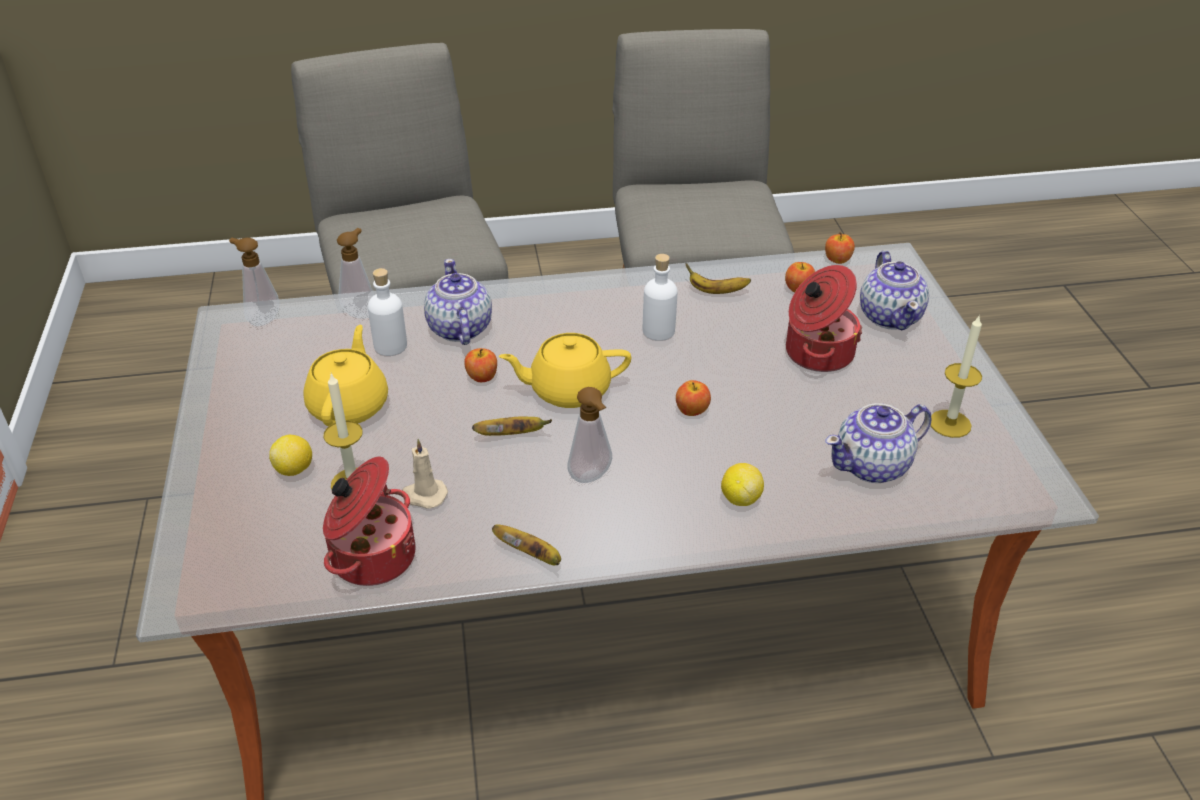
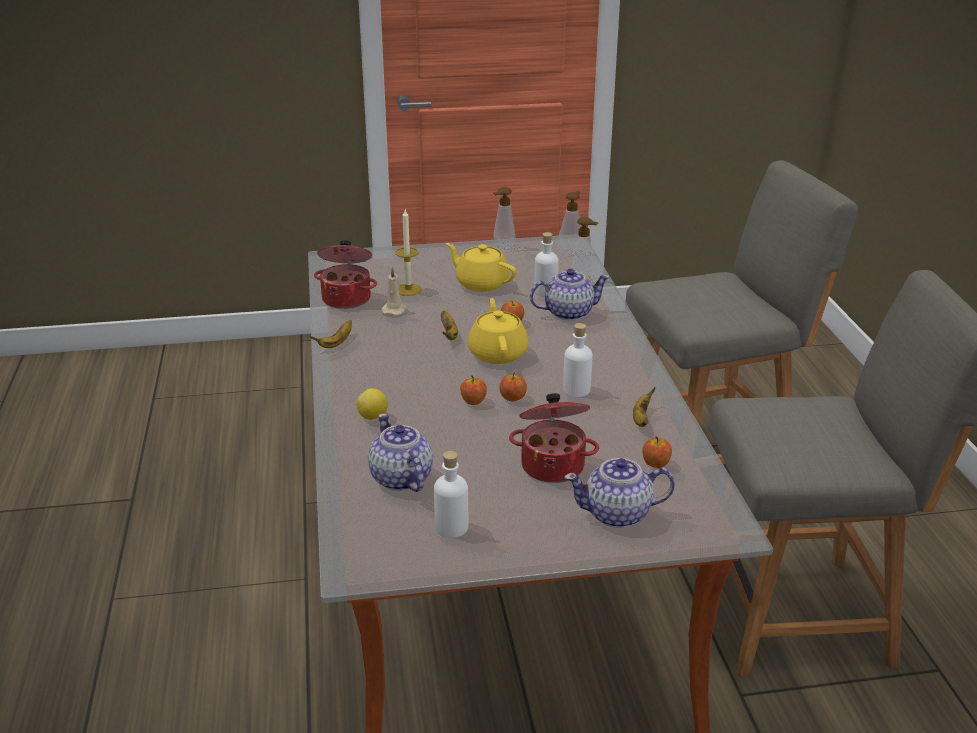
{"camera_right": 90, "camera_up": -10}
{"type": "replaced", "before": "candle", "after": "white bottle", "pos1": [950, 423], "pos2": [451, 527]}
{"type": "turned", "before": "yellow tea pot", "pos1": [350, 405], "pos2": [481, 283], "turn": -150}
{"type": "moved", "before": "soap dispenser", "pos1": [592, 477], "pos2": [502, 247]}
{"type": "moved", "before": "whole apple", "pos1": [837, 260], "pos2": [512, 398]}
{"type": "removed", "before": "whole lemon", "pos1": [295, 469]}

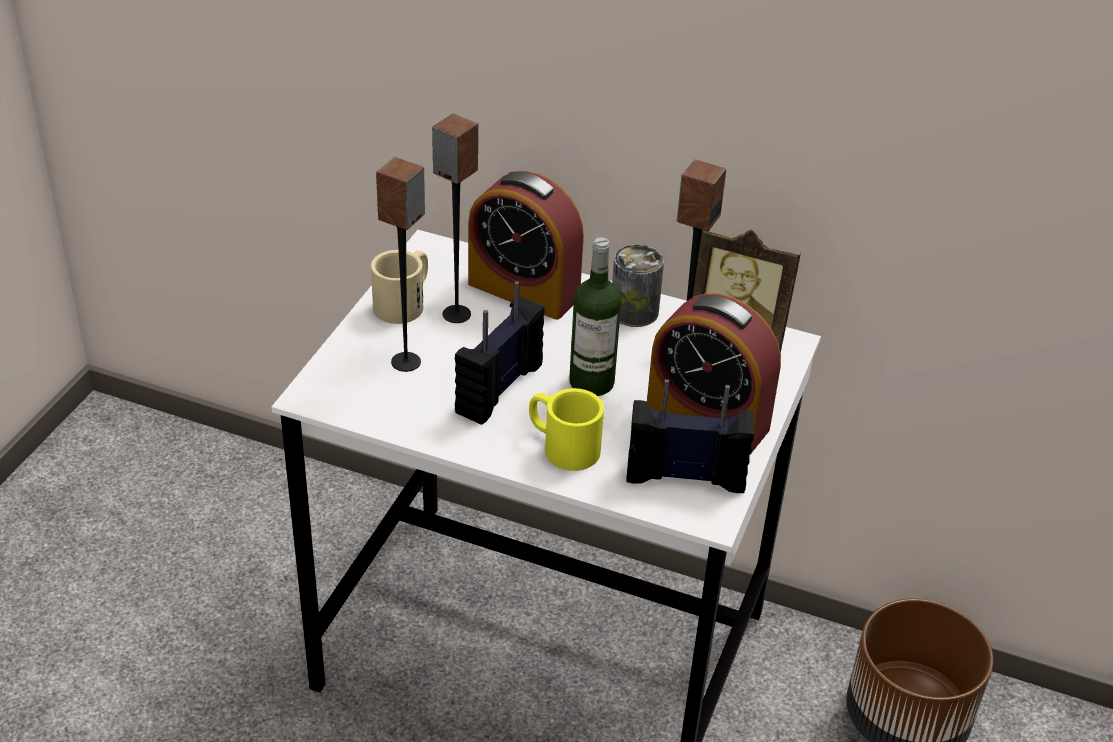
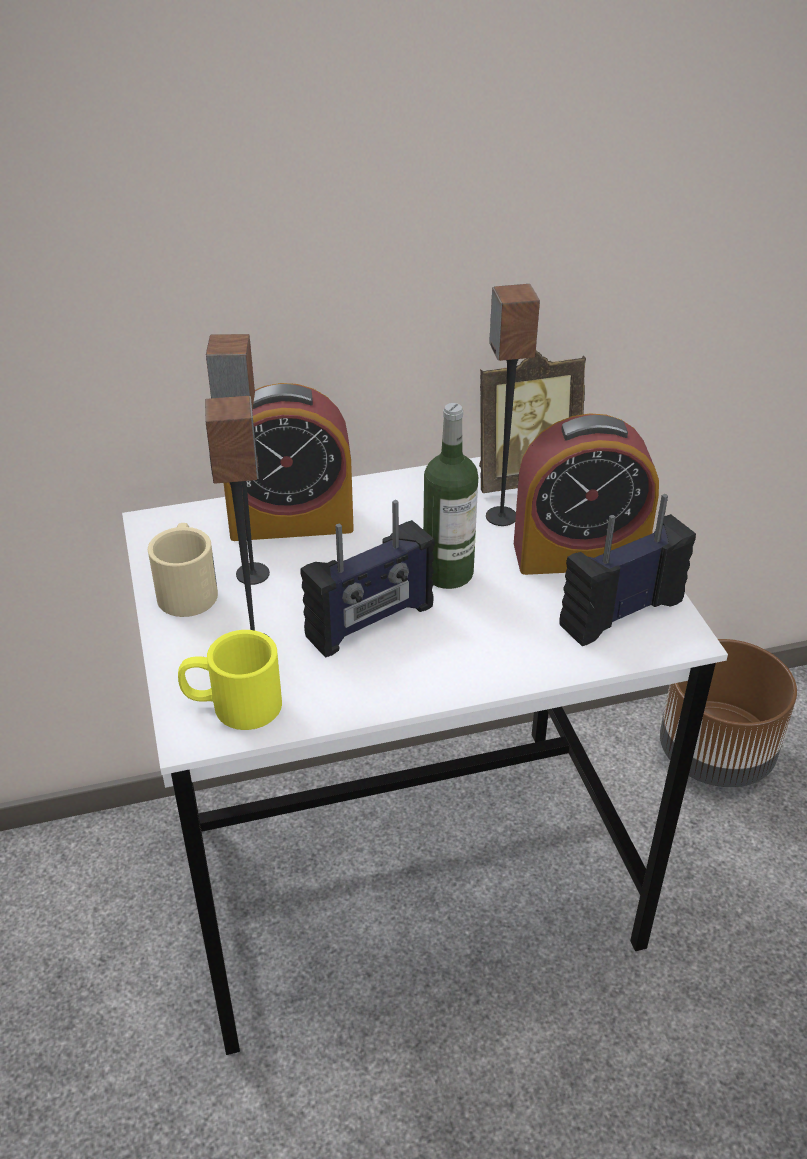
{"camera_right": -35, "camera_up": 0}
{"type": "moved", "before": "yellow tea mug", "pos1": [562, 446], "pos2": [232, 705]}
{"type": "turned", "before": "radio", "pos1": [498, 388], "pos2": [371, 623], "turn": -120}
{"type": "removed", "before": "sealed can", "pos1": [634, 311]}

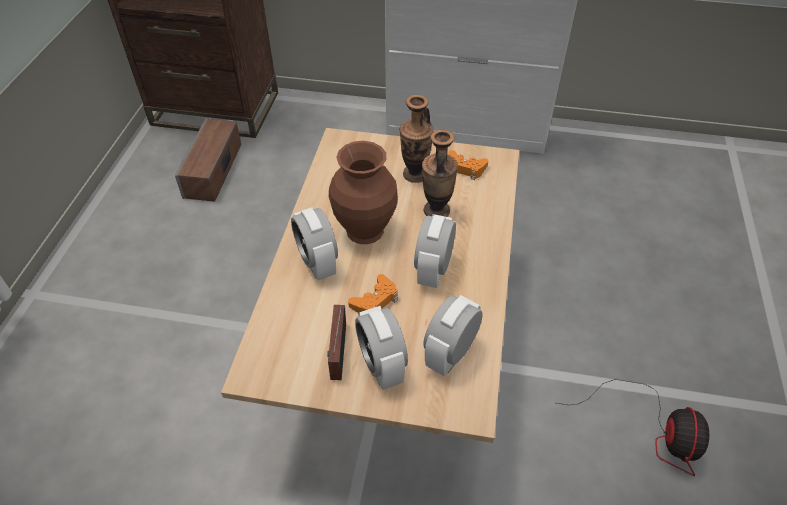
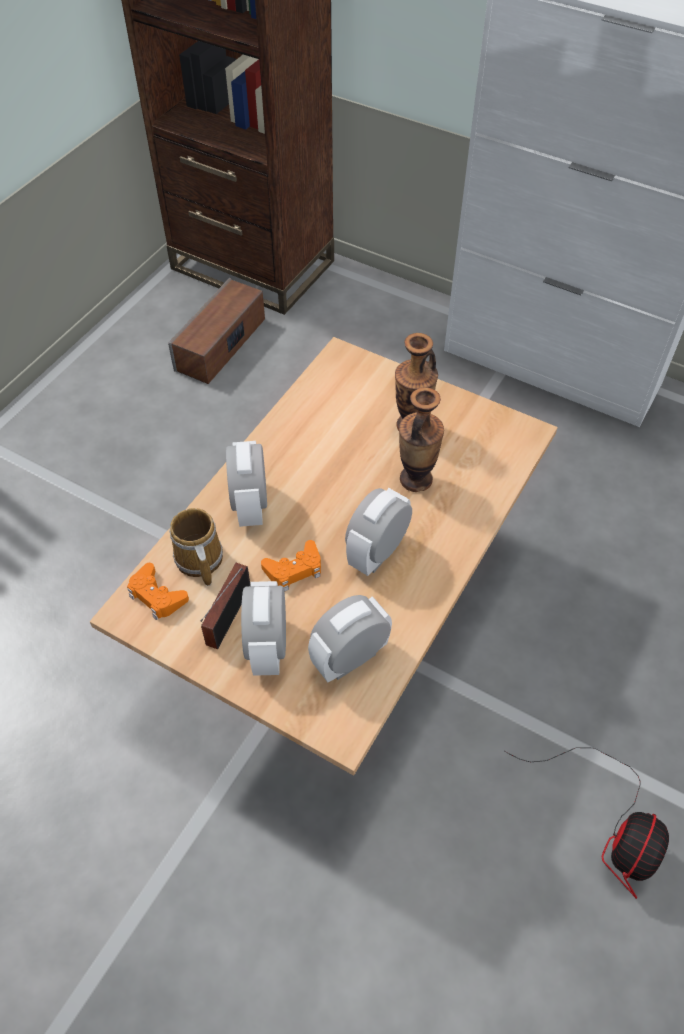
{"camera_right": 20, "camera_up": 5}
{"type": "moved", "before": "orangey game controller", "pos1": [465, 168], "pos2": [157, 596]}
{"type": "added", "after": "tea mug", "pos2": [198, 561]}
{"type": "removed", "before": "brown flower vase", "pos1": [364, 229]}

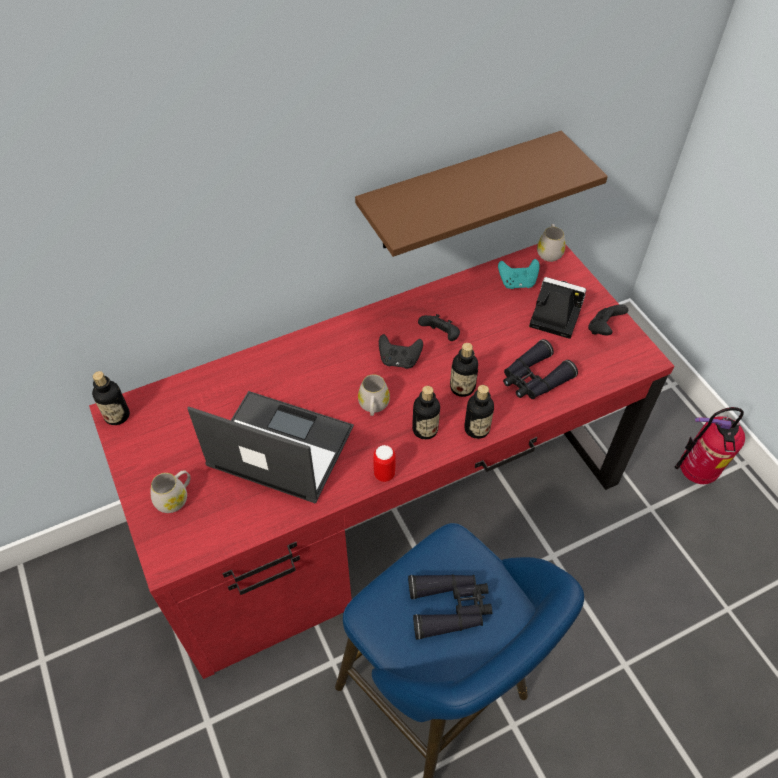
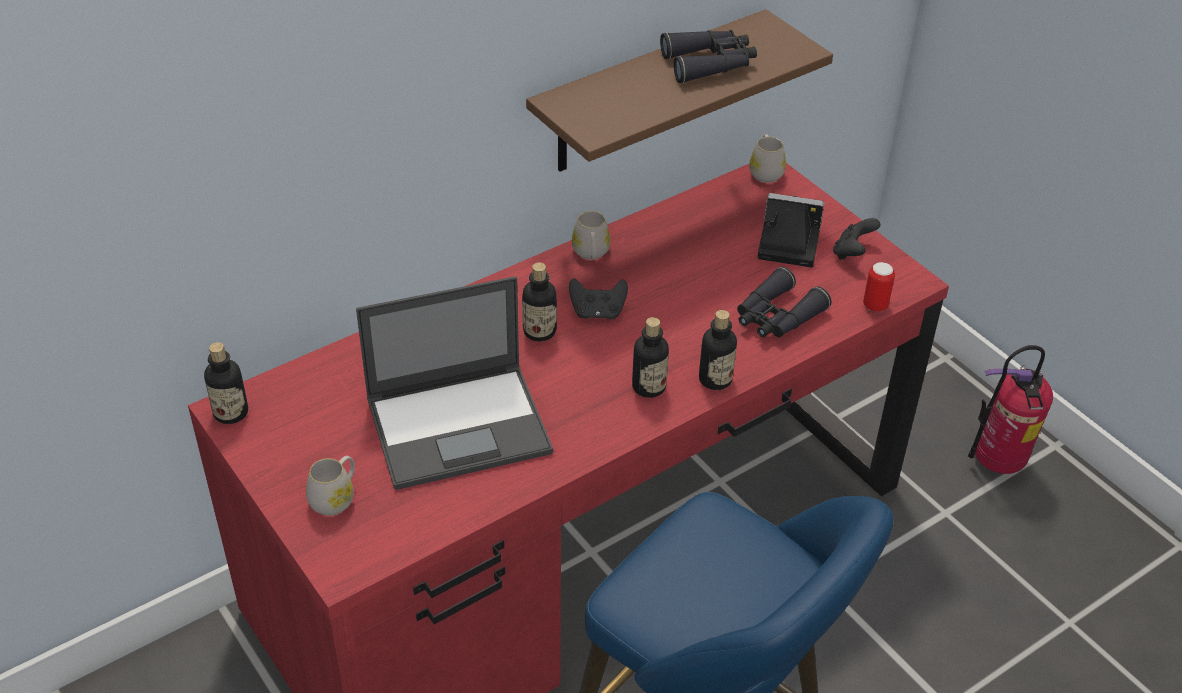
{"camera_right": -10, "camera_up": -10}
{"type": "turned", "before": "notebook computer", "pos1": [279, 446], "pos2": [461, 425], "turn": 150}
{"type": "moved", "before": "bottle", "pos1": [462, 387], "pos2": [539, 331]}
{"type": "moved", "before": "white tea mug", "pos1": [373, 406], "pos2": [591, 254]}
{"type": "moved", "before": "black-coloured binoculars", "pos1": [450, 607], "pos2": [710, 64]}
{"type": "moved", "before": "sealed can", "pos1": [384, 474], "pos2": [875, 306]}
{"type": "removed", "before": "black-coloured game controller", "pos1": [440, 336]}
{"type": "removed", "before": "turquoise-coloured game controller", "pos1": [517, 283]}

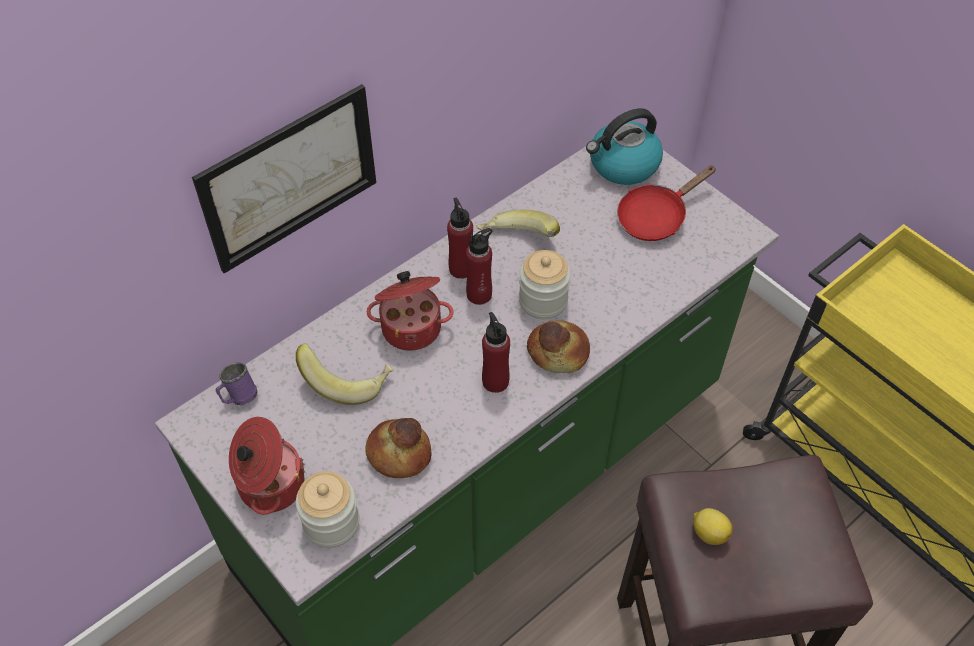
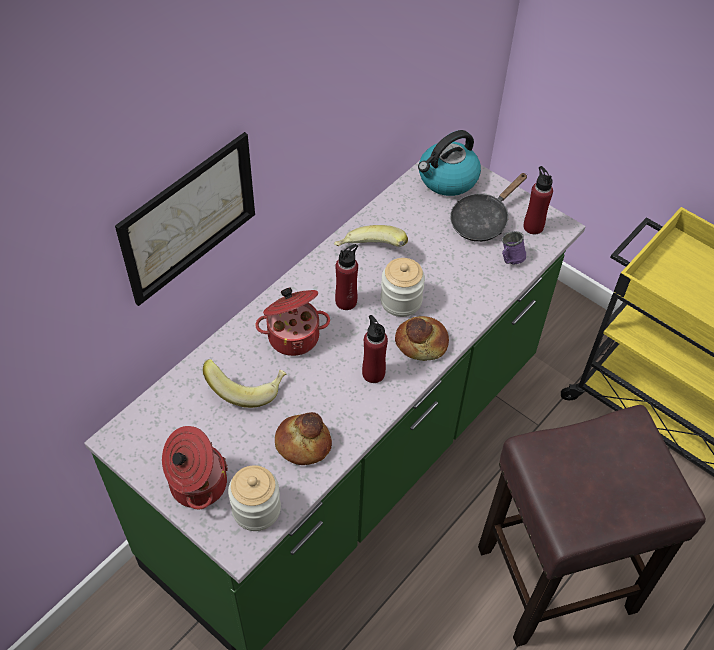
{"camera_right": -10, "camera_up": 0}
{"type": "recoloured", "before": "red-coloured skillet", "after": "black-coloured skillet", "pos1": [656, 217], "pos2": [482, 220]}
{"type": "moved", "before": "purplish tea mug", "pos1": [238, 397], "pos2": [509, 260]}
{"type": "moved", "before": "red-coloured bottle", "pos1": [461, 269], "pos2": [533, 226]}
{"type": "removed", "before": "whole lemon", "pos1": [709, 533]}

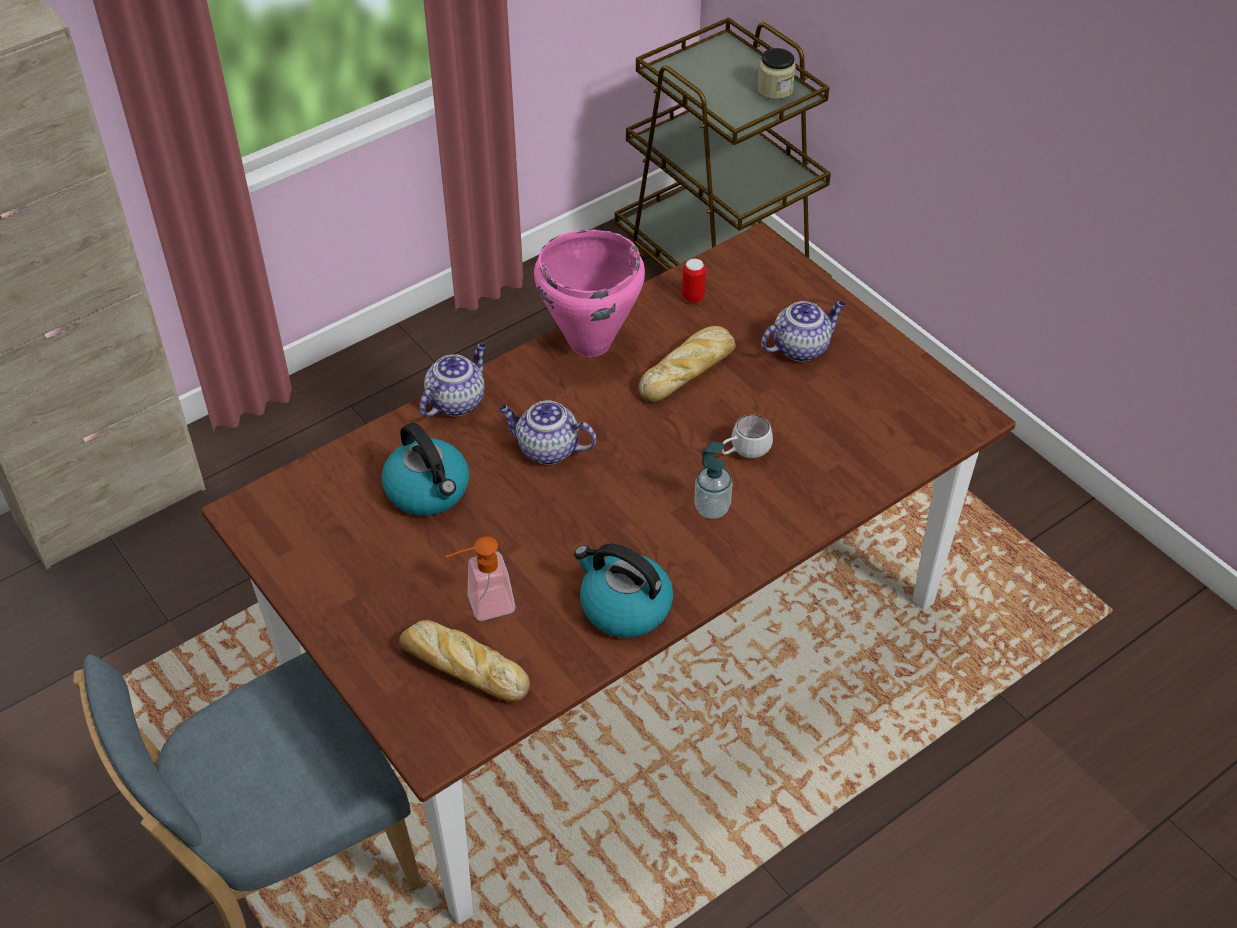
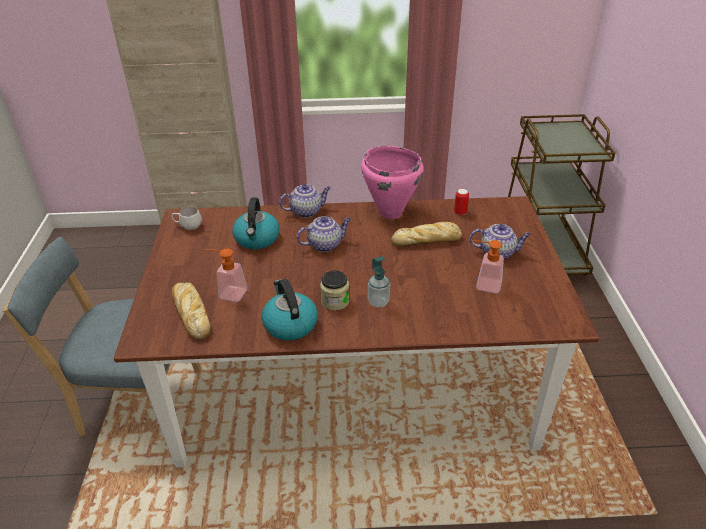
{"camera_right": 35, "camera_up": -10}
{"type": "moved", "before": "white tea mug", "pos1": [744, 452], "pos2": [188, 226]}
{"type": "turned", "before": "tea pot", "pos1": [546, 449], "pos2": [325, 245], "turn": 105}
{"type": "moved", "before": "storage jar", "pos1": [775, 89], "pos2": [335, 301]}
{"type": "added", "after": "soap dispenser", "pos2": [483, 284]}

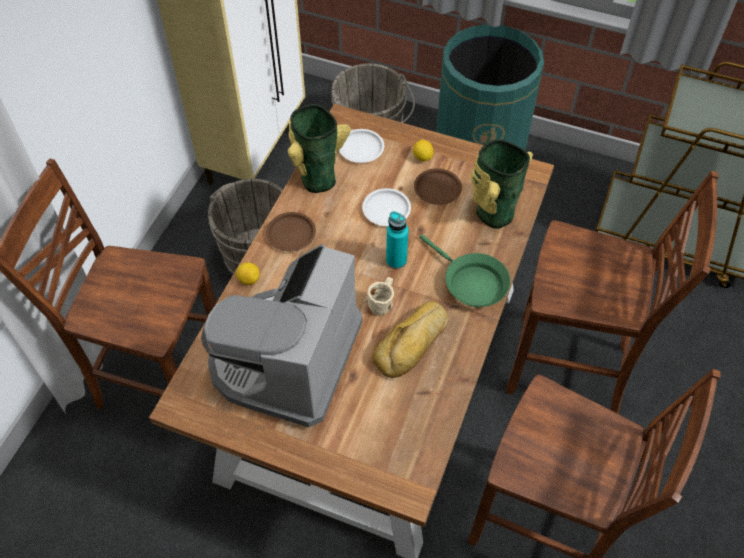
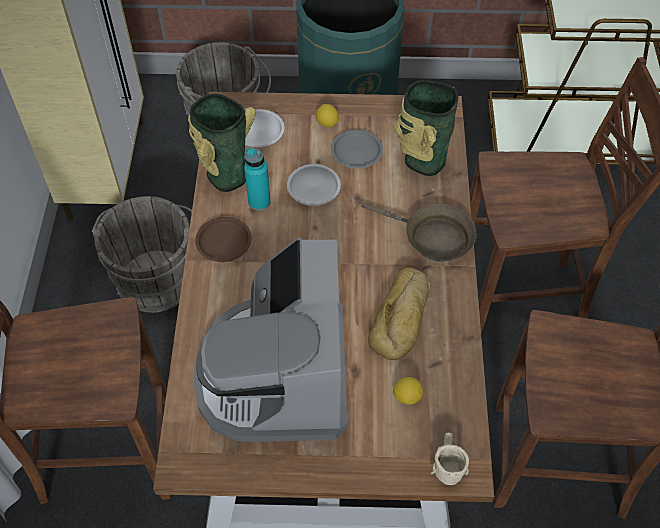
{"camera_right": -20, "camera_up": 0}
{"type": "moved", "before": "turquoise-coloured bottle", "pos1": [396, 260], "pos2": [259, 202]}
{"type": "recoloured", "before": "brown plate", "after": "gray plate", "pos1": [437, 189], "pos2": [357, 152]}
{"type": "recoloured", "before": "green-coloured skillet", "after": "brown skillet", "pos1": [471, 283], "pos2": [432, 238]}
{"type": "moved", "before": "whole lemon", "pos1": [249, 280], "pos2": [407, 396]}
{"type": "moved", "before": "sand-coloured tea mug", "pos1": [381, 300], "pos2": [445, 463]}

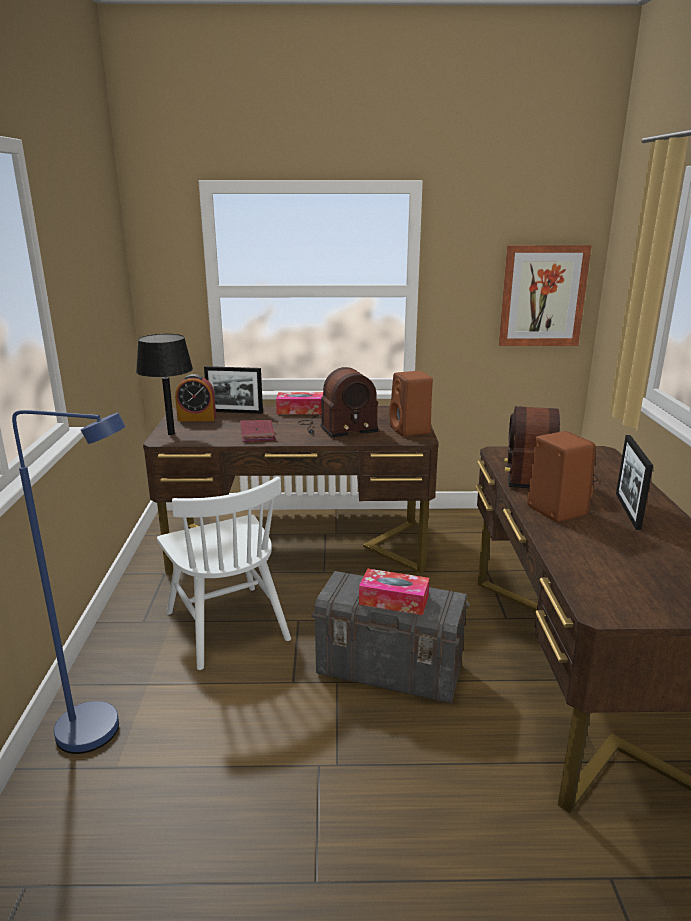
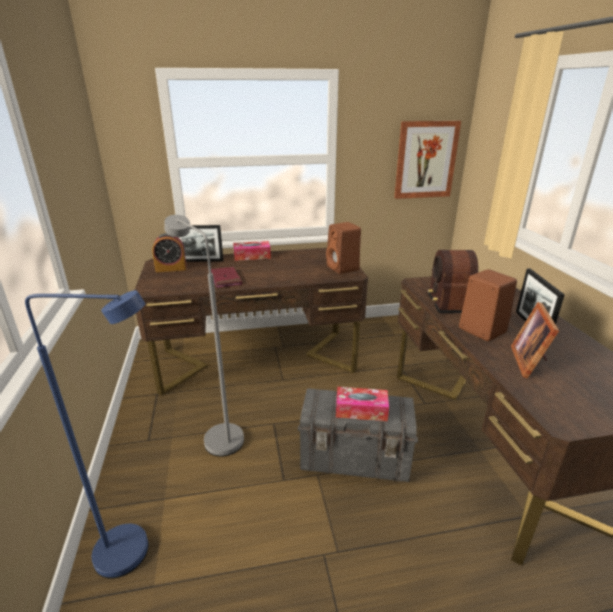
{"camera_right": -10, "camera_up": 5}
{"type": "replaced", "before": "white upright chair", "after": "gray standing lamp", "pos1": [227, 625], "pos2": [218, 435]}
{"type": "added", "after": "photo frame", "pos2": [530, 362]}
{"type": "removed", "before": "black-coloured table lamp", "pos1": [171, 434]}
{"type": "removed", "before": "radio", "pos1": [336, 427]}

